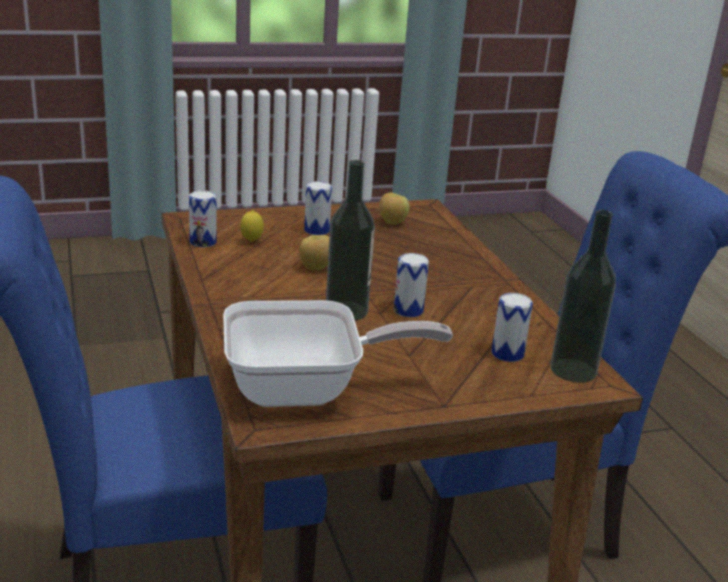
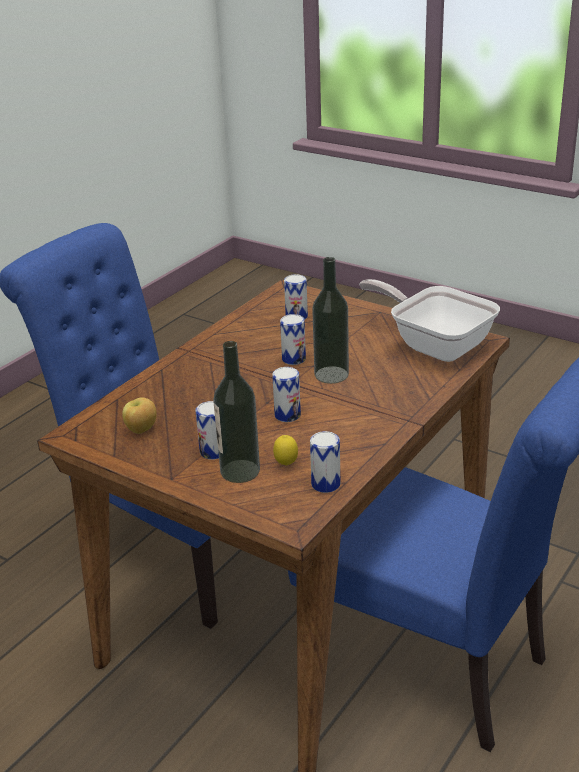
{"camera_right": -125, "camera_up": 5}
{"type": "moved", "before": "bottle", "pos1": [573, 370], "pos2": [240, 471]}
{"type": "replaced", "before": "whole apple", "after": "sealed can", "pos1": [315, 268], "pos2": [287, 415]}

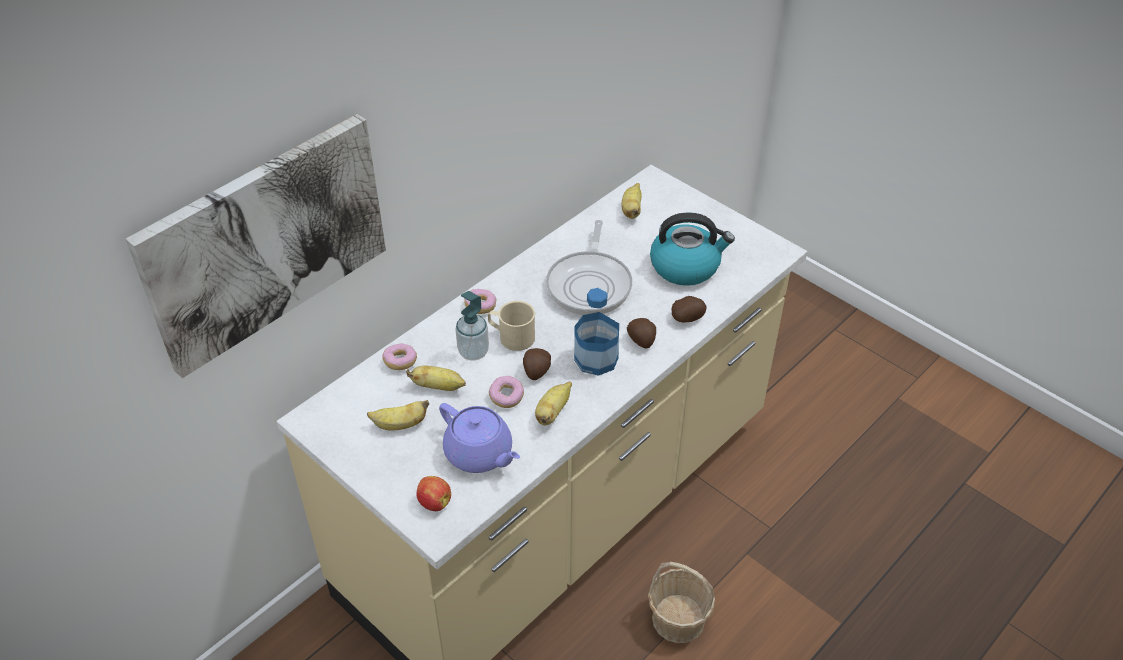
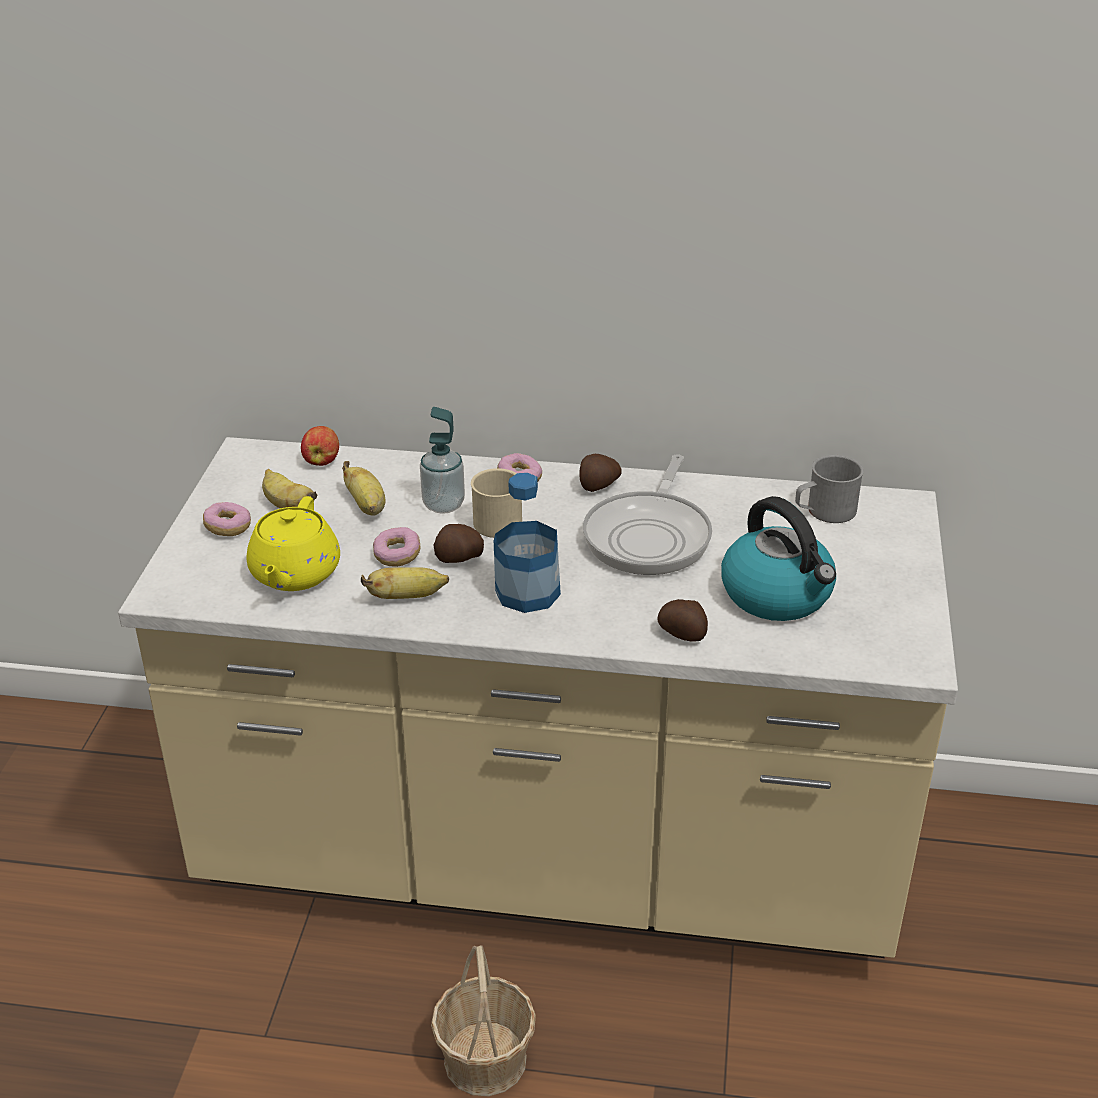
{"camera_right": 55, "camera_up": -10}
{"type": "moved", "before": "donut", "pos1": [400, 362], "pos2": [228, 528]}
{"type": "recoloured", "before": "purplish tea pot", "after": "yellow tea pot", "pos1": [480, 453], "pos2": [294, 574]}
{"type": "moved", "before": "whole apple", "pos1": [434, 502], "pos2": [322, 461]}
{"type": "moved", "before": "spud", "pos1": [642, 341], "pos2": [597, 486]}
{"type": "turned", "before": "skillet", "pos1": [590, 284], "pos2": [650, 536], "turn": -45}
{"type": "replaced", "before": "banana", "after": "gray tea mug", "pos1": [631, 210], "pos2": [824, 512]}
{"type": "removed", "before": "wall picture", "pos1": [265, 241]}

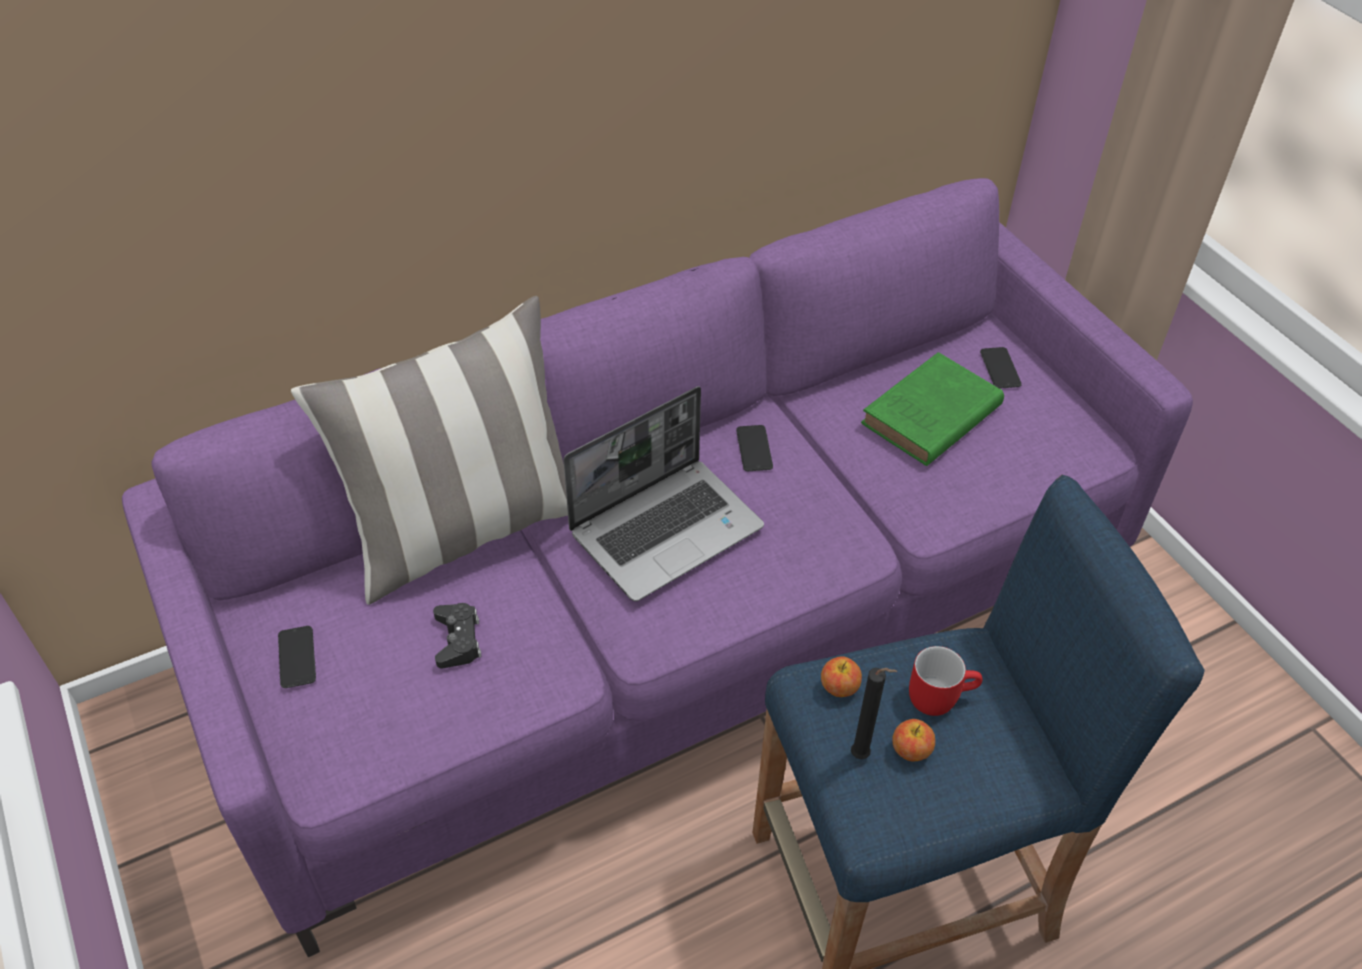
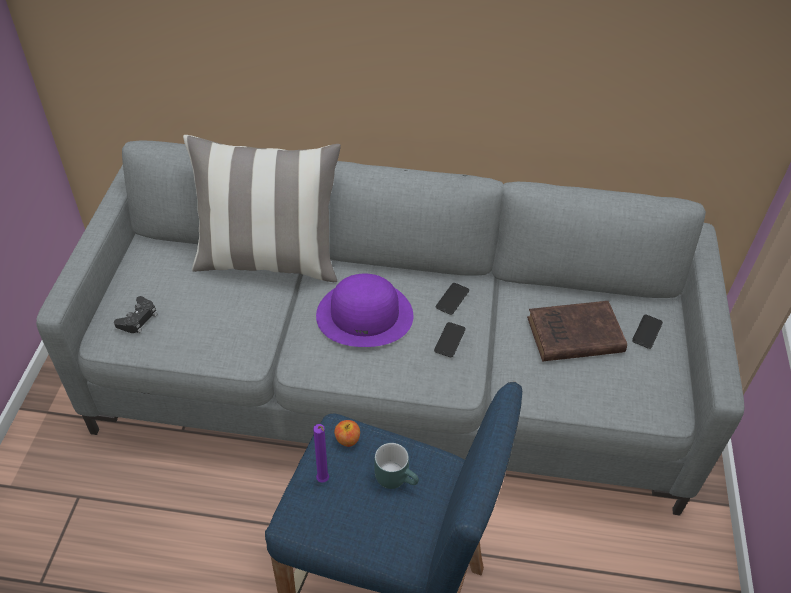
{"camera_right": 35, "camera_up": 0}
{"type": "recoloured", "before": "purplish couch", "after": "gray couch", "pos1": [679, 624], "pos2": [392, 386]}
{"type": "moved", "before": "black-coloured game controller", "pos1": [458, 640], "pos2": [138, 319]}
{"type": "recoloured", "before": "black-coloured candle", "after": "purplish candle", "pos1": [862, 756], "pos2": [323, 481]}
{"type": "replaced", "before": "notebook computer", "after": "purplish wearable hat", "pos1": [667, 529], "pos2": [365, 314]}
{"type": "recoloured", "before": "red-coloured tea mug", "after": "turquoise-coloured tea mug", "pos1": [939, 694], "pos2": [396, 477]}
{"type": "moved", "before": "handset", "pos1": [297, 657], "pos2": [449, 340]}
{"type": "recoloured", "before": "green-coloured volume", "after": "brown volume", "pos1": [929, 417], "pos2": [572, 335]}
{"type": "removed", "before": "whole apple", "pos1": [911, 750]}

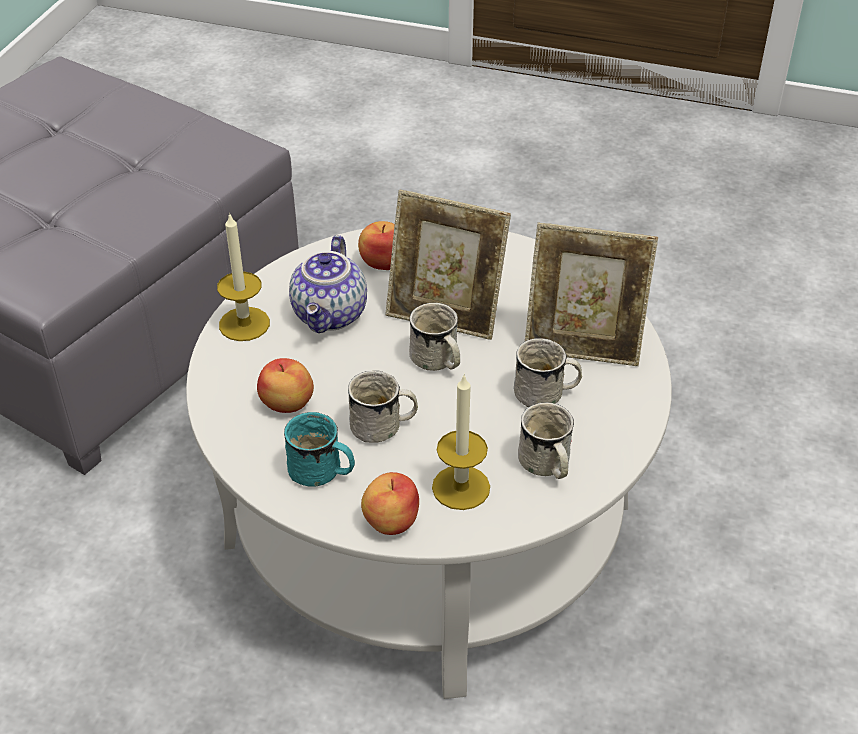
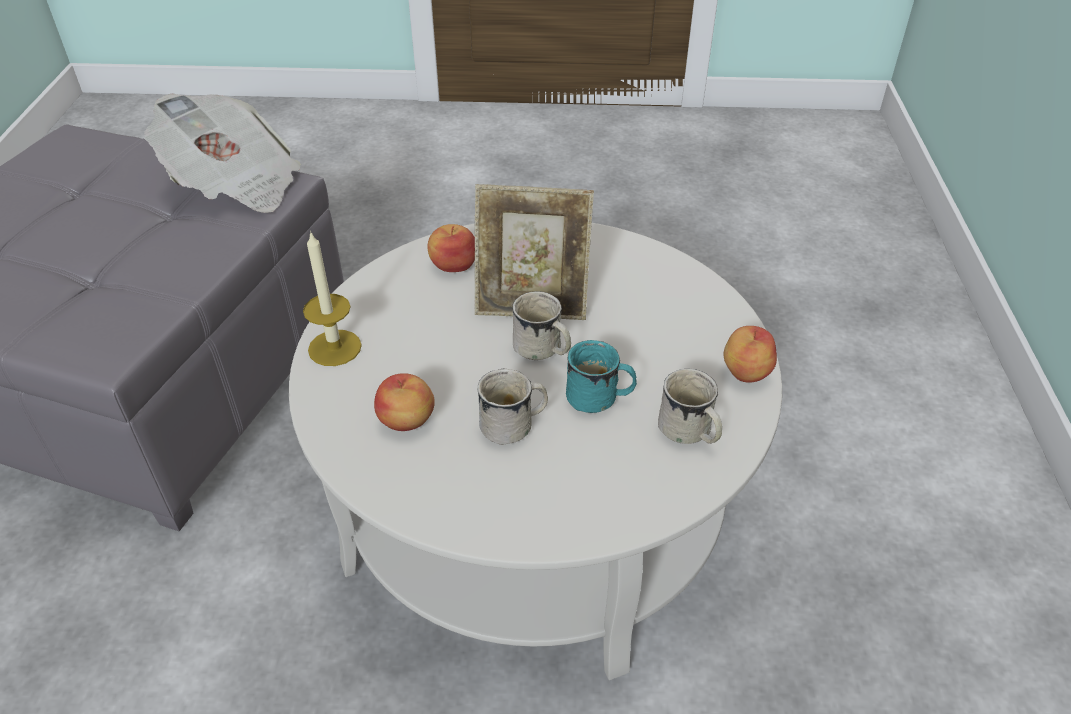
{"camera_right": -15, "camera_up": 0}
{"type": "added", "after": "printed paper", "pos2": [234, 184]}
{"type": "moved", "before": "turquoise-coloured tea mug", "pos1": [322, 473], "pos2": [600, 399]}
{"type": "moved", "before": "whole apple", "pos1": [391, 521], "pos2": [745, 371]}
{"type": "removed", "before": "tea pot", "pos1": [331, 315]}
{"type": "removed", "before": "candle", "pos1": [461, 487]}
{"type": "removed", "before": "white tea mug", "pos1": [546, 394]}
{"type": "removed", "before": "photo frame", "pos1": [583, 345]}

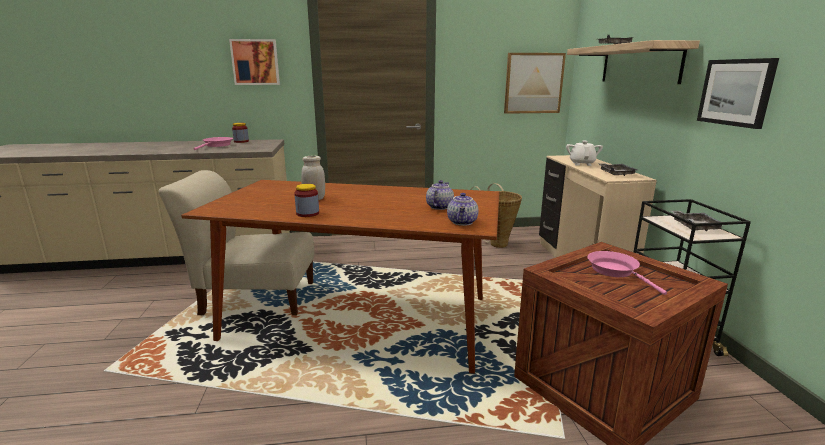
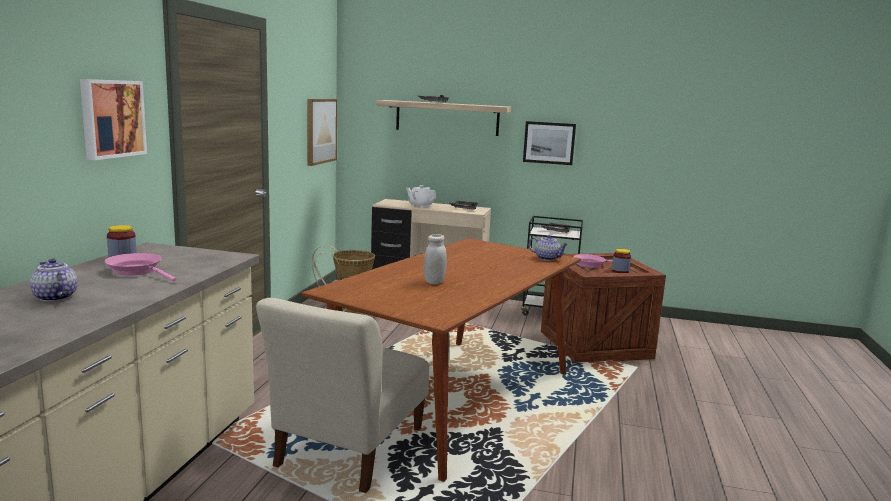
{"camera_right": -70, "camera_up": -5}
{"type": "moved", "before": "tea pot", "pos1": [439, 207], "pos2": [54, 297]}
{"type": "moved", "before": "storage jar", "pos1": [307, 213], "pos2": [620, 271]}

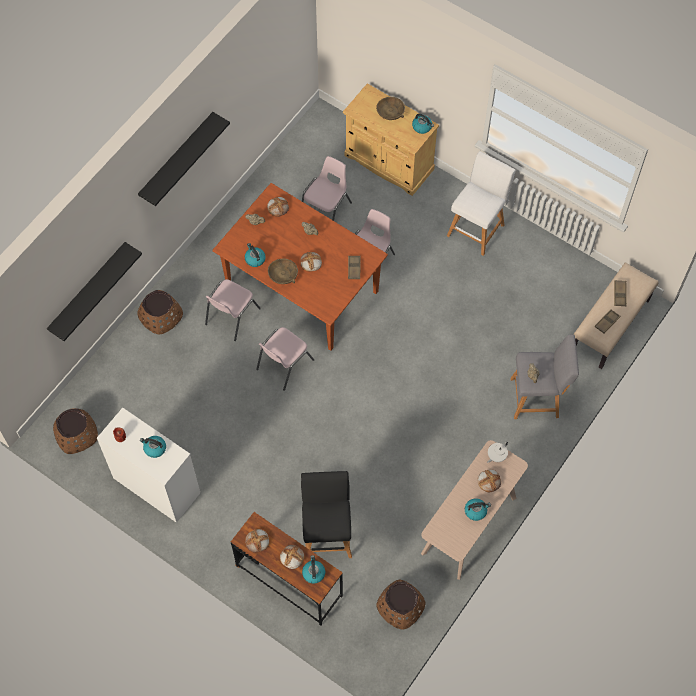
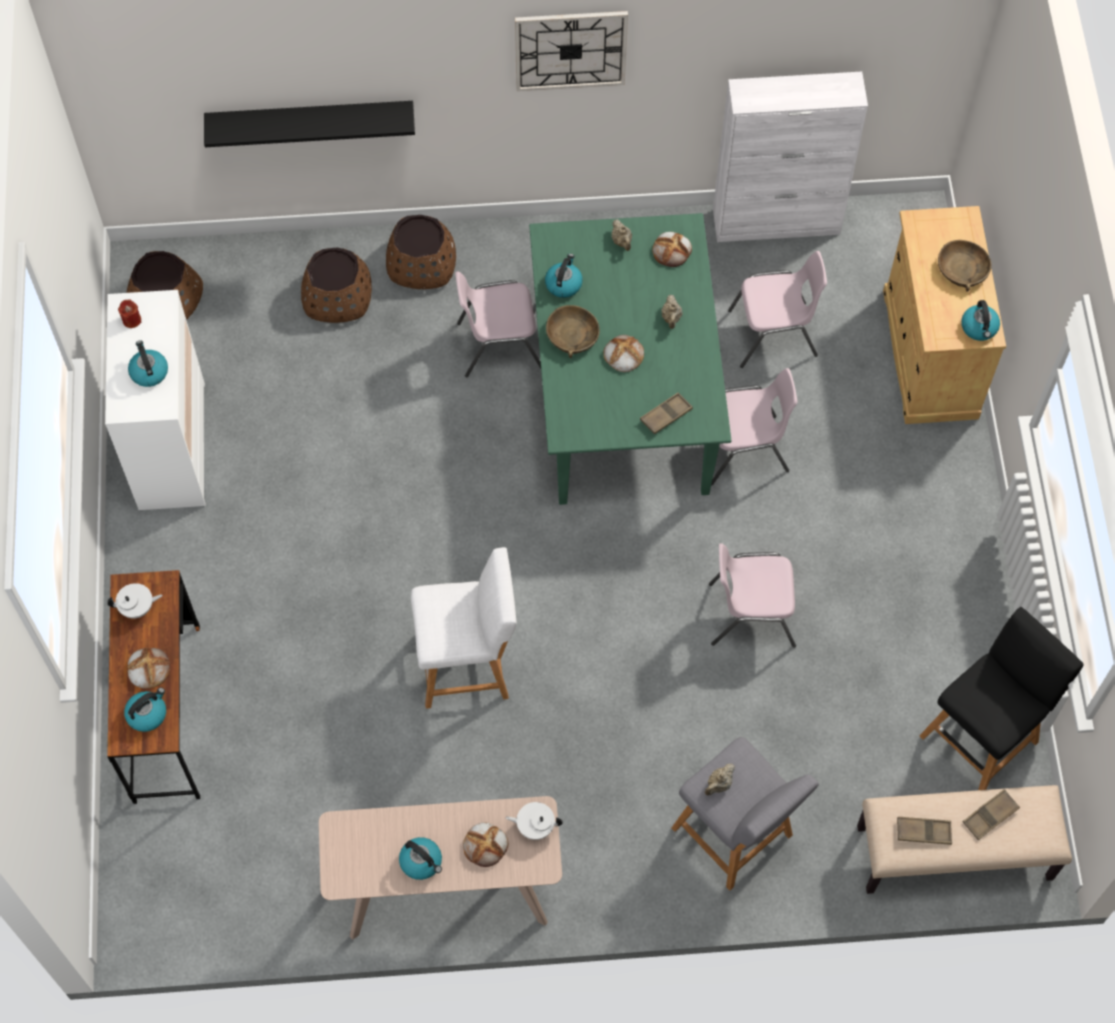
{"camera_right": 50, "camera_up": 0}
{"type": "replaced", "before": "baked bread", "after": "white tea pot", "pos1": [257, 541], "pos2": [137, 608]}
{"type": "moved", "before": "brown flower pot", "pos1": [400, 606], "pos2": [337, 296]}
{"type": "moved", "before": "white sitting stool", "pos1": [477, 228], "pos2": [468, 664]}
{"type": "replaced", "before": "black-coloured wall shelf", "after": "clock on the wall", "pos1": [177, 158], "pos2": [570, 50]}
{"type": "recoloured", "before": "brown dining table", "after": "green-coloured dining table", "pos1": [302, 287], "pos2": [624, 396]}
{"type": "moved", "before": "pink upright chair", "pos1": [284, 364], "pos2": [750, 613]}
{"type": "added", "after": "white storage cabinet", "pos2": [777, 222]}
{"type": "moved", "before": "black-coloured sitting stool", "pos1": [327, 533], "pos2": [983, 735]}

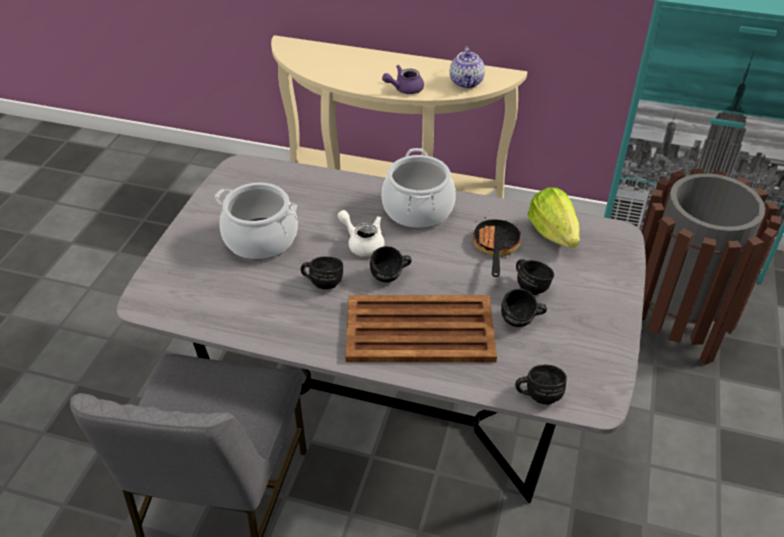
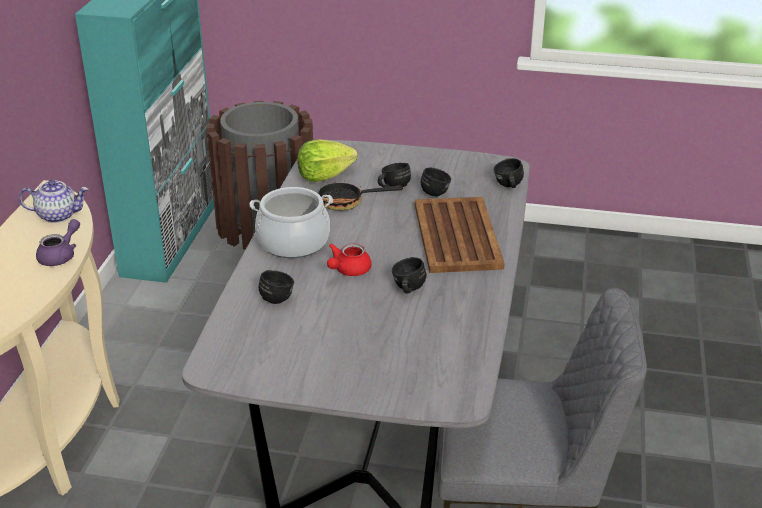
{"camera_right": -95, "camera_up": -10}
{"type": "turned", "before": "purplish tea pot", "pos1": [404, 89], "pos2": [61, 256], "turn": -120}
{"type": "moved", "before": "black-coloured tea mug", "pos1": [391, 276], "pos2": [276, 296]}
{"type": "recoloured", "before": "white tea pot", "after": "red-coloured tea pot", "pos1": [362, 243], "pos2": [348, 270]}
{"type": "removed", "before": "stockpot", "pos1": [261, 239]}

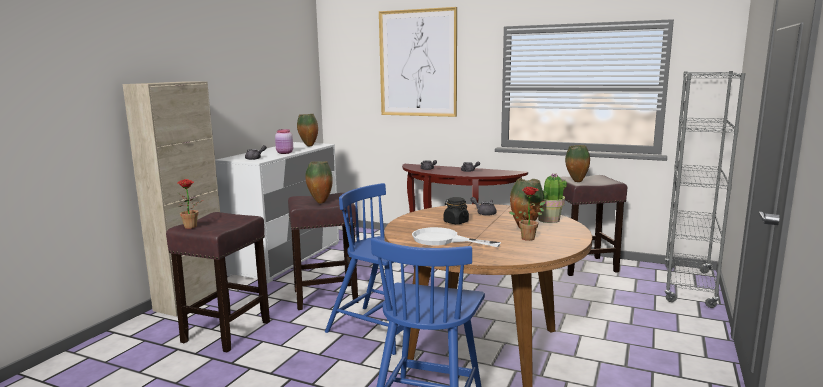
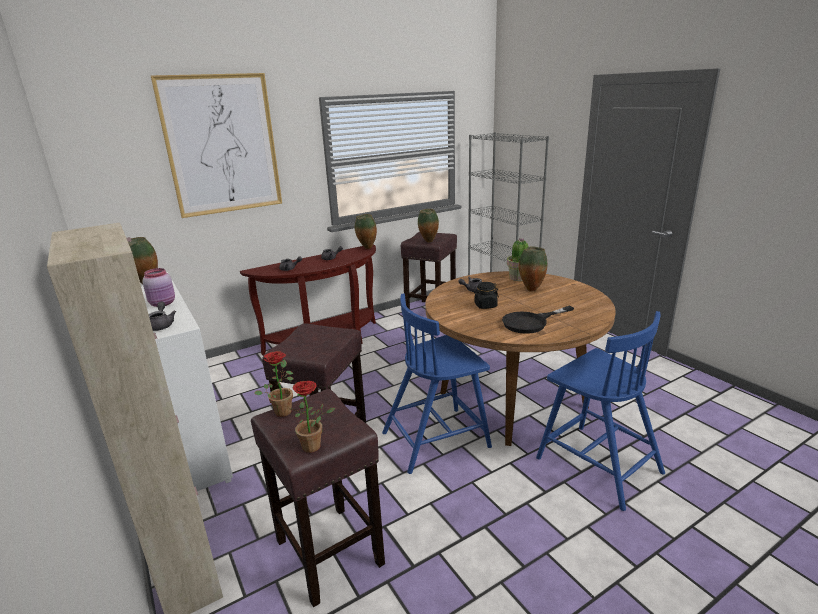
{"camera_right": -55, "camera_up": 10}
{"type": "moved", "before": "plant in a pot", "pos1": [529, 237], "pos2": [283, 410]}
{"type": "moved", "before": "flower vase", "pos1": [320, 202], "pos2": [367, 248]}
{"type": "recoloured", "before": "white skillet", "after": "black-coloured skillet", "pos1": [443, 240], "pos2": [531, 322]}

